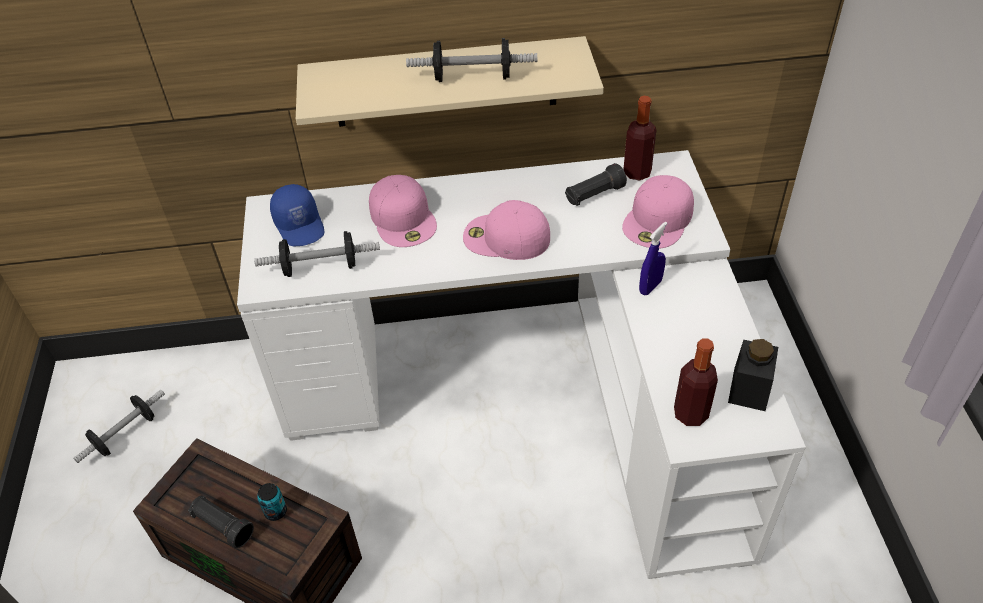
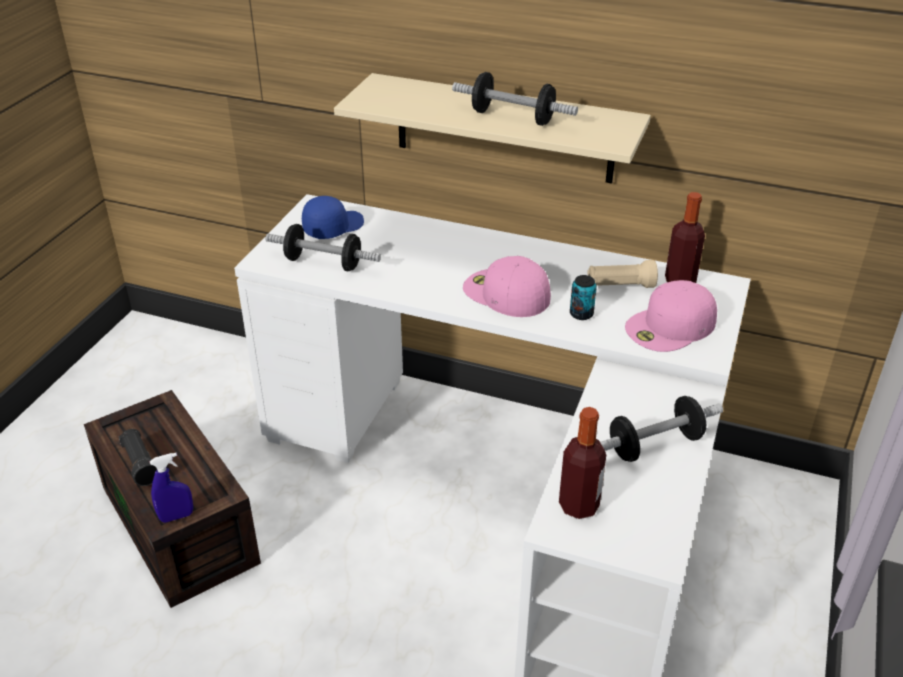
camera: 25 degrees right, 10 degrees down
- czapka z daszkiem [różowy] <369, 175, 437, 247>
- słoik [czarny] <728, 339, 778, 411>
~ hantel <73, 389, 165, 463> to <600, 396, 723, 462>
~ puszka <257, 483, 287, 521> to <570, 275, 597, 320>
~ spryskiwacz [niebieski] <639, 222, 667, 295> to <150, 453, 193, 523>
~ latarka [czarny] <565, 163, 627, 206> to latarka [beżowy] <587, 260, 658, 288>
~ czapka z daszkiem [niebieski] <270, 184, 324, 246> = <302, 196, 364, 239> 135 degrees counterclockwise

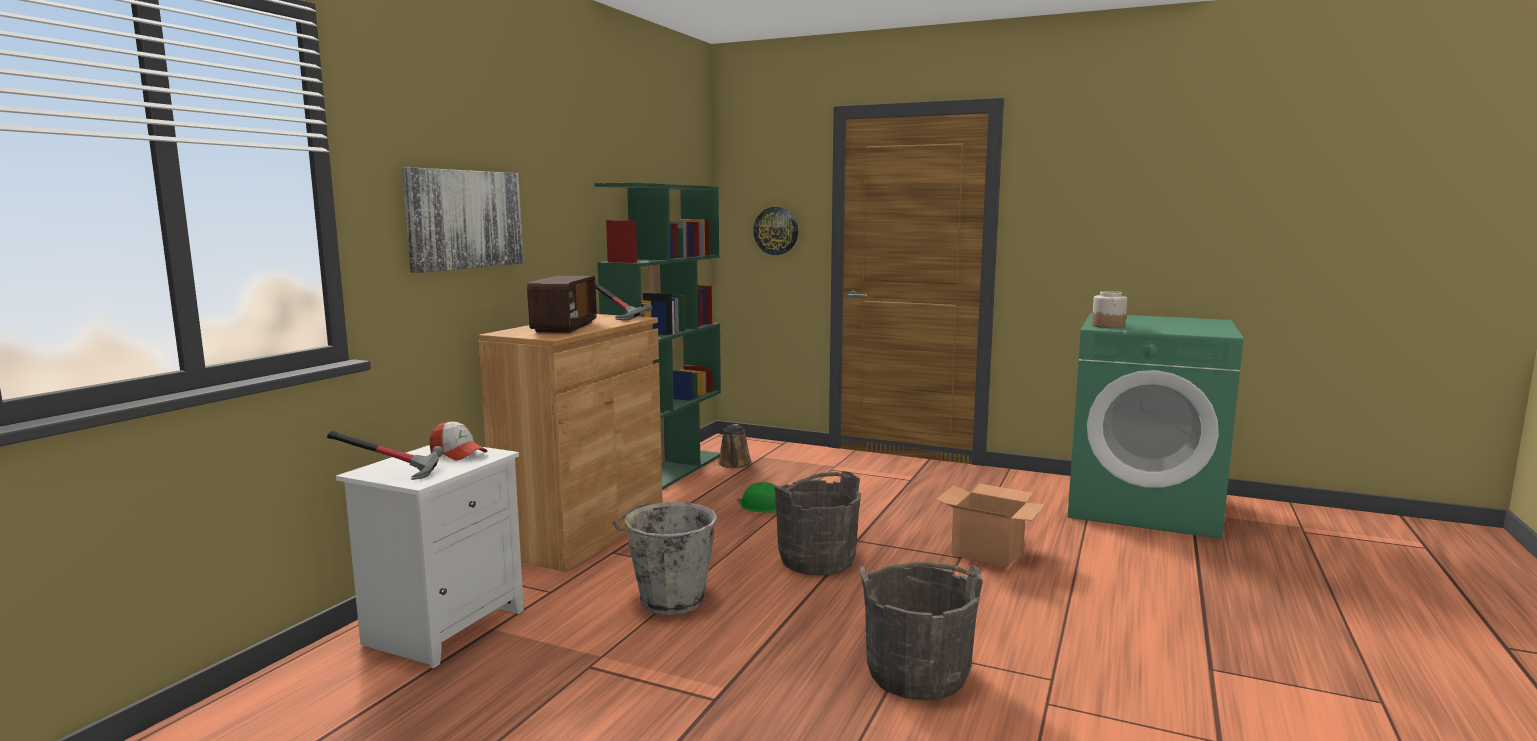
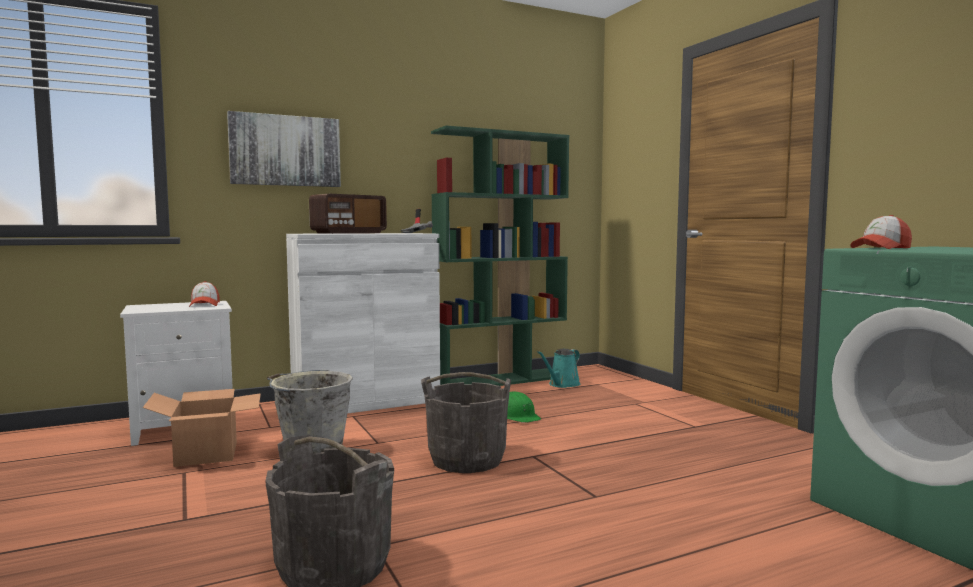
camera: 40 degrees right, 5 degrees down
- młotek <327, 430, 444, 480>
- zegar ścienny <753, 207, 798, 255>
~ karton <936, 484, 1046, 567> to <143, 389, 261, 467>
~ słoik <1092, 291, 1127, 328> to czapka z daszkiem <850, 215, 912, 249>
~ szafka [brązowy] <478, 314, 662, 572> to szafka [biały] <286, 233, 440, 413>
~ konewka [brązowy] <718, 424, 752, 468> to konewka [turkusowy] <537, 349, 580, 388>

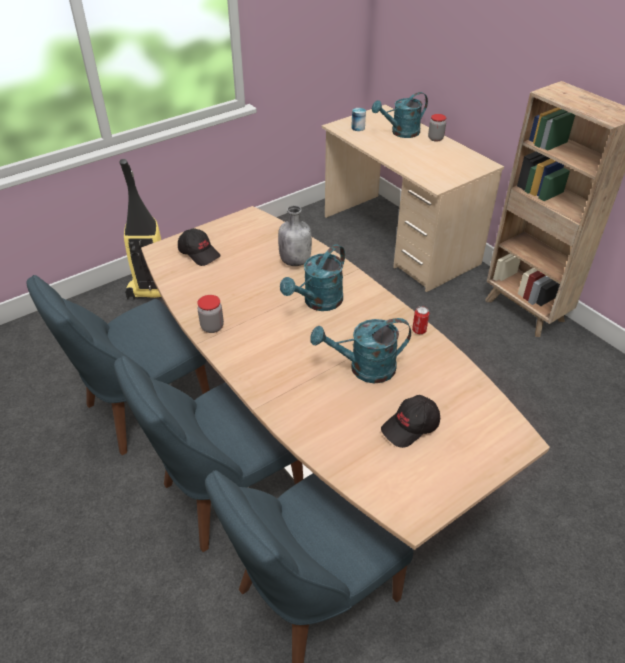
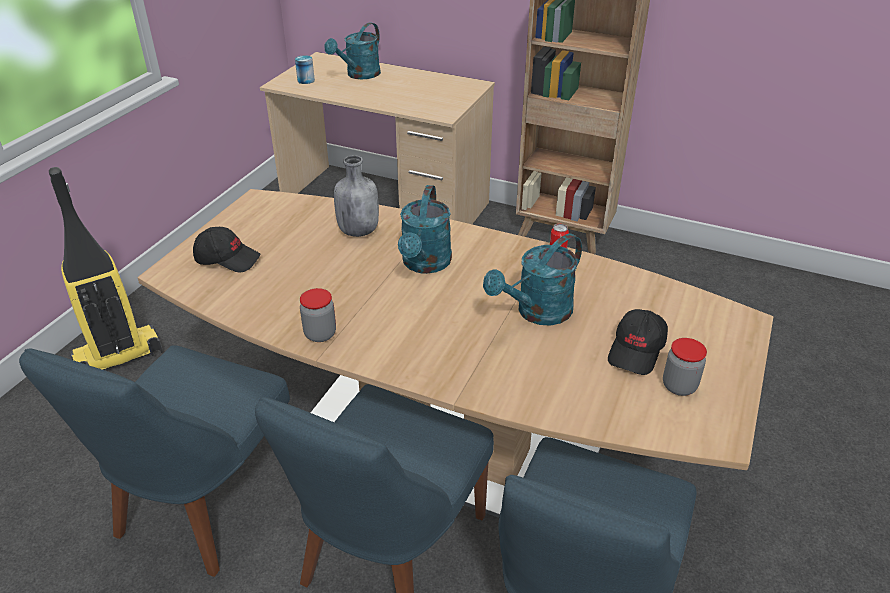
camera: 30 degrees left, 5 degrees down
~ słoik <428, 114, 446, 142> to <663, 338, 707, 396>

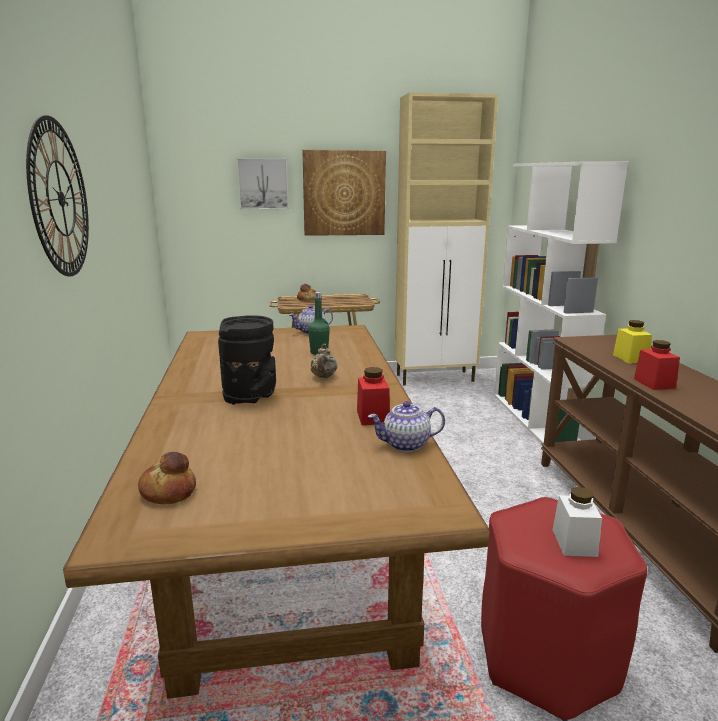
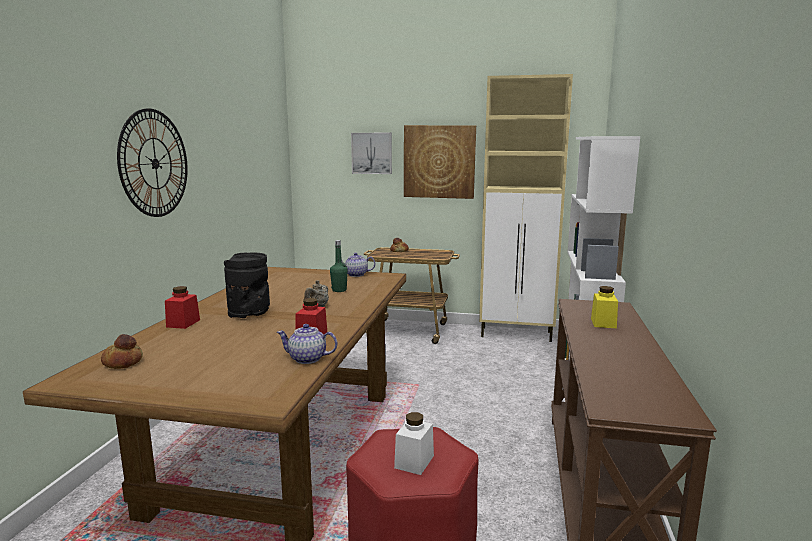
camera: 20 degrees right, 5 degrees down
~ słoik [czerwony] <634, 340, 680, 390> to <165, 286, 200, 329>

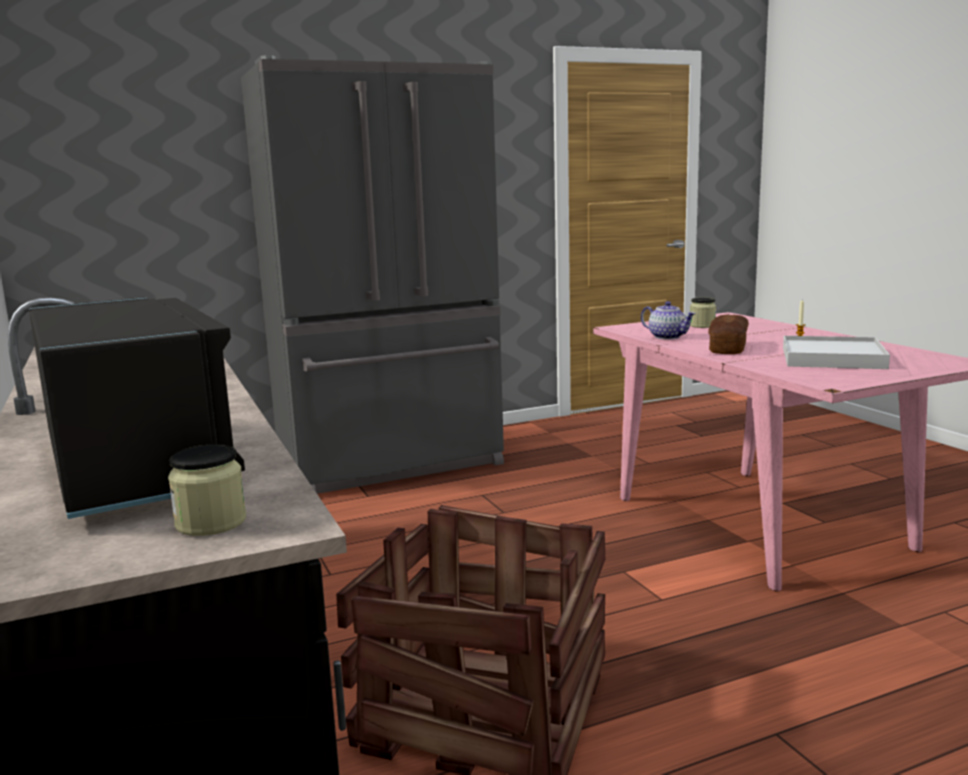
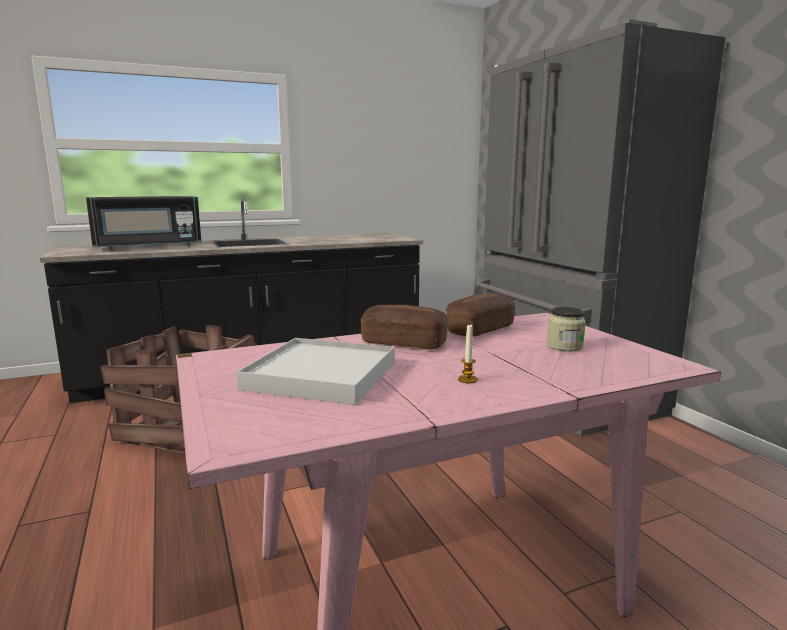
camera: 90 degrees right, 0 degrees up
- słoik <168, 444, 246, 536>
~ imbryk <641, 301, 696, 340> to chleb <446, 293, 515, 337>

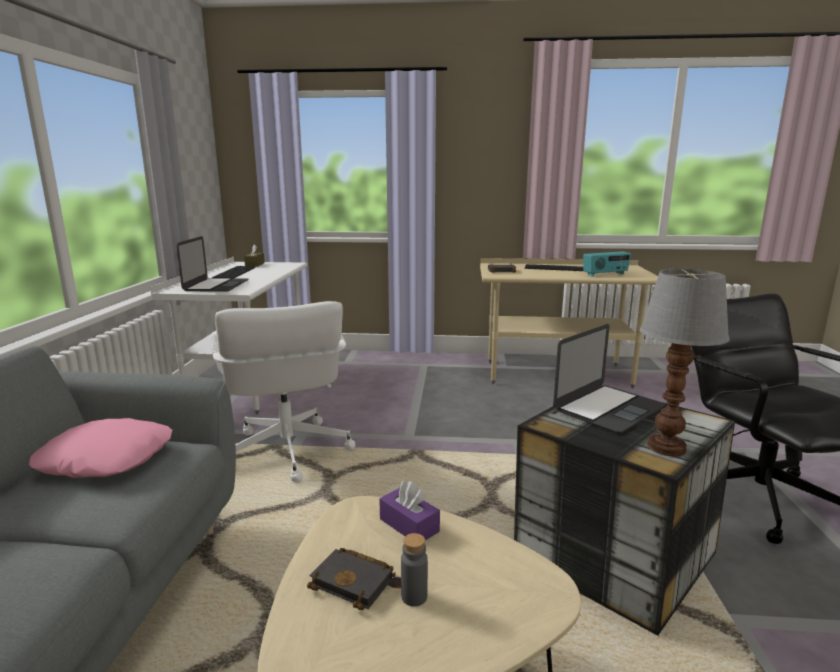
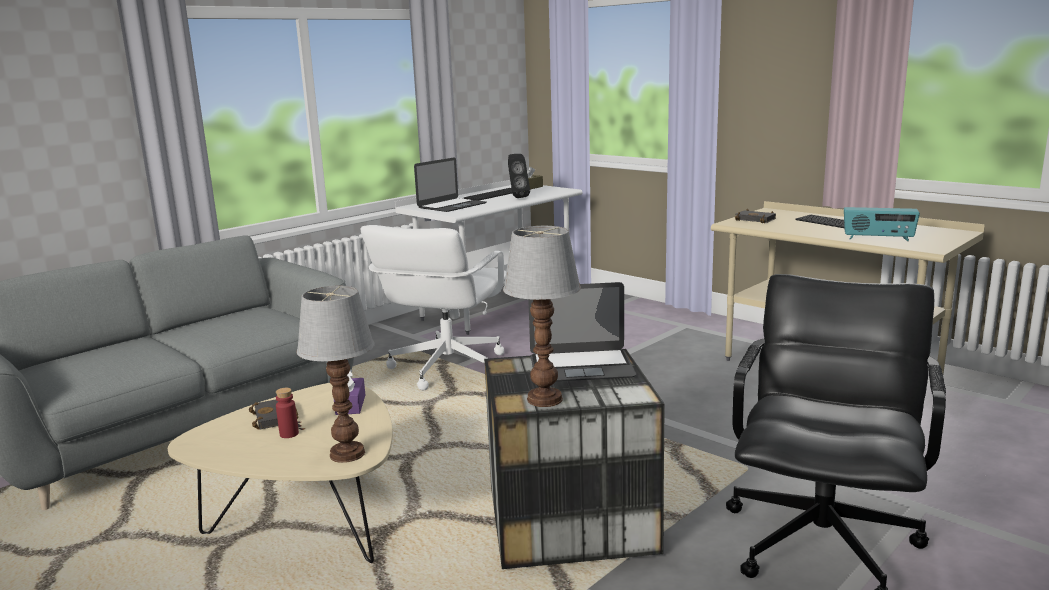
camera: 40 degrees right, 0 degrees up
- poduszka [różowy] <29, 418, 172, 478>
+ lampa stołowa <297, 286, 375, 463>
+ głośnik [czarny] <508, 154, 530, 198>
~ butelka [szary] <401, 533, 428, 607> to butelka [czerwony] <276, 388, 299, 438>

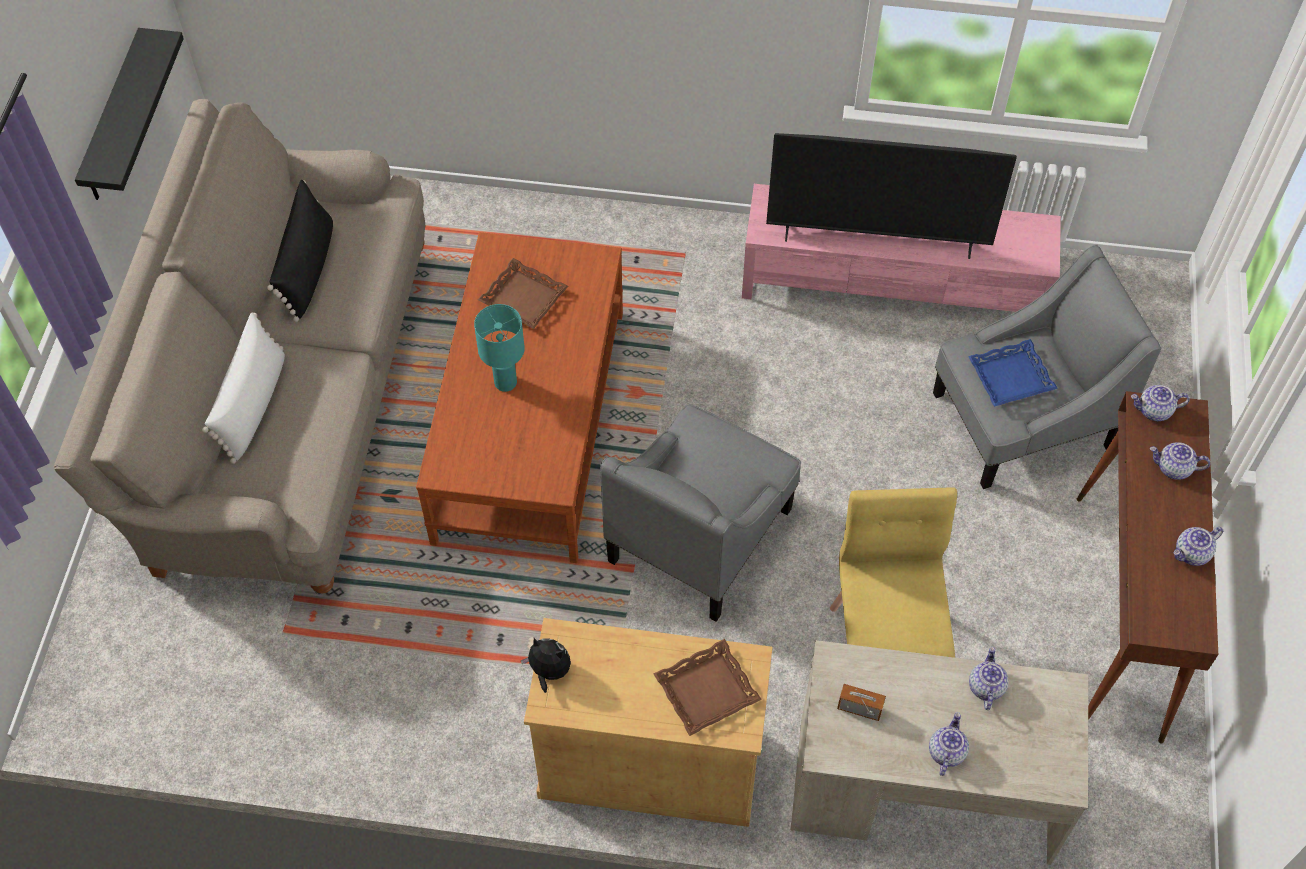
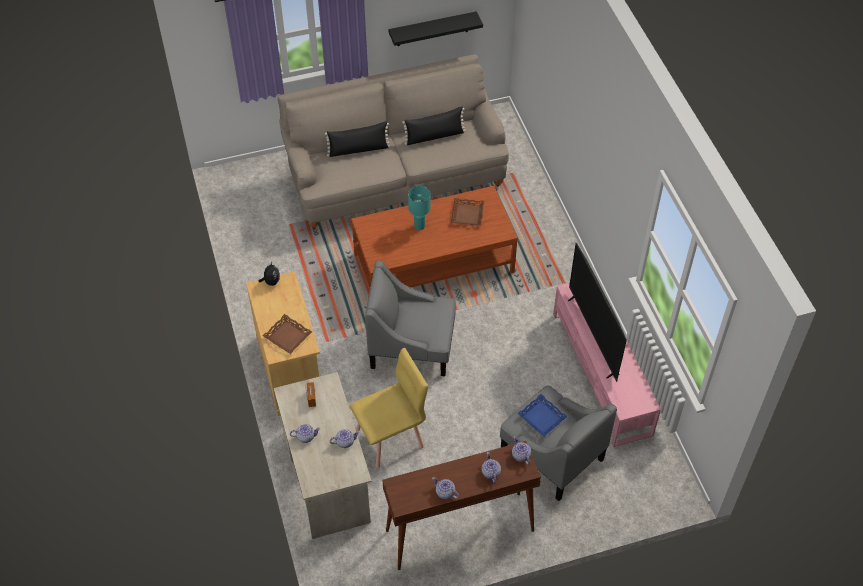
camera: 65 degrees right, 5 degrees down
~ poduszka [biały] <202, 312, 285, 464> to poduszka [czarny] <325, 121, 390, 157>

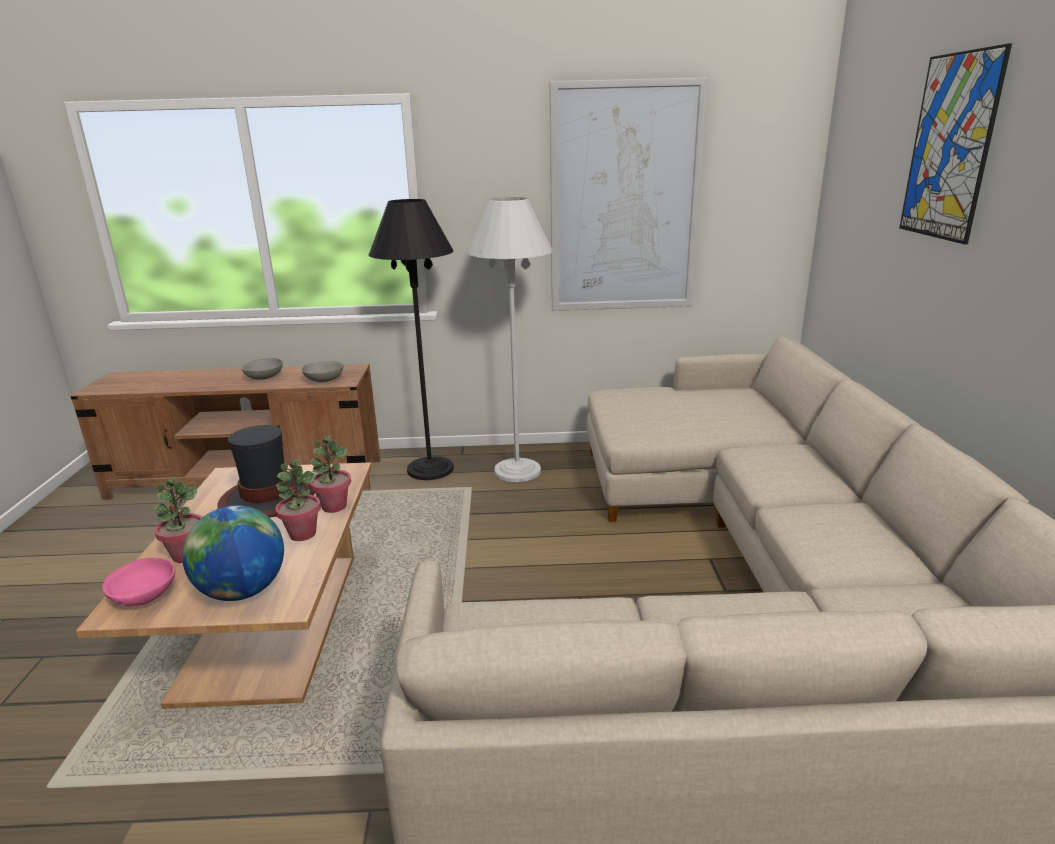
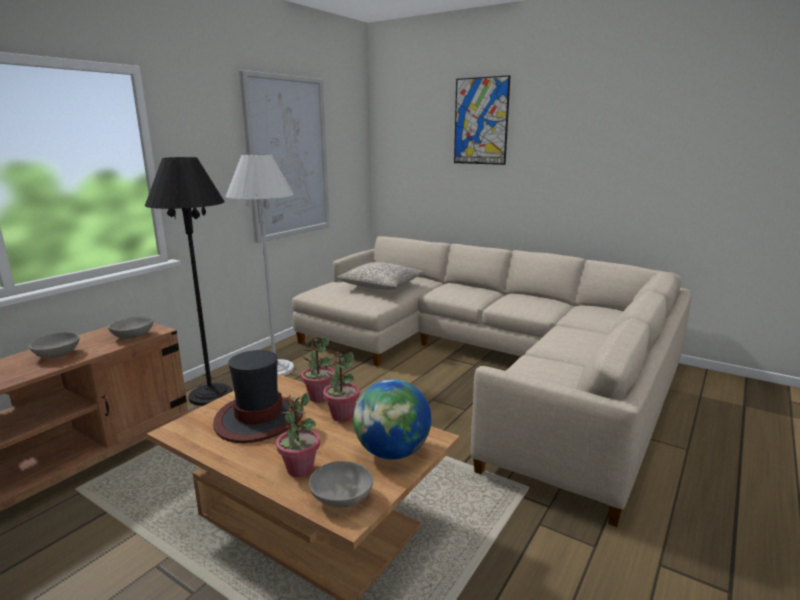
camera: 55 degrees left, 5 degrees down
+ poduszka [szary] <337, 262, 425, 290>
~ miska [różowy] <102, 558, 175, 606> to miska [szary] <309, 461, 373, 507>

